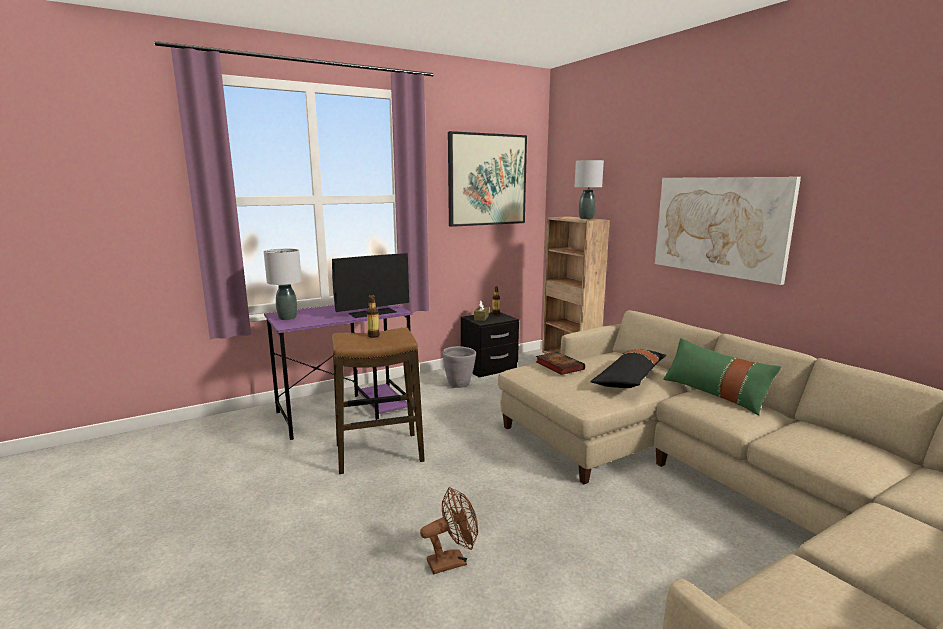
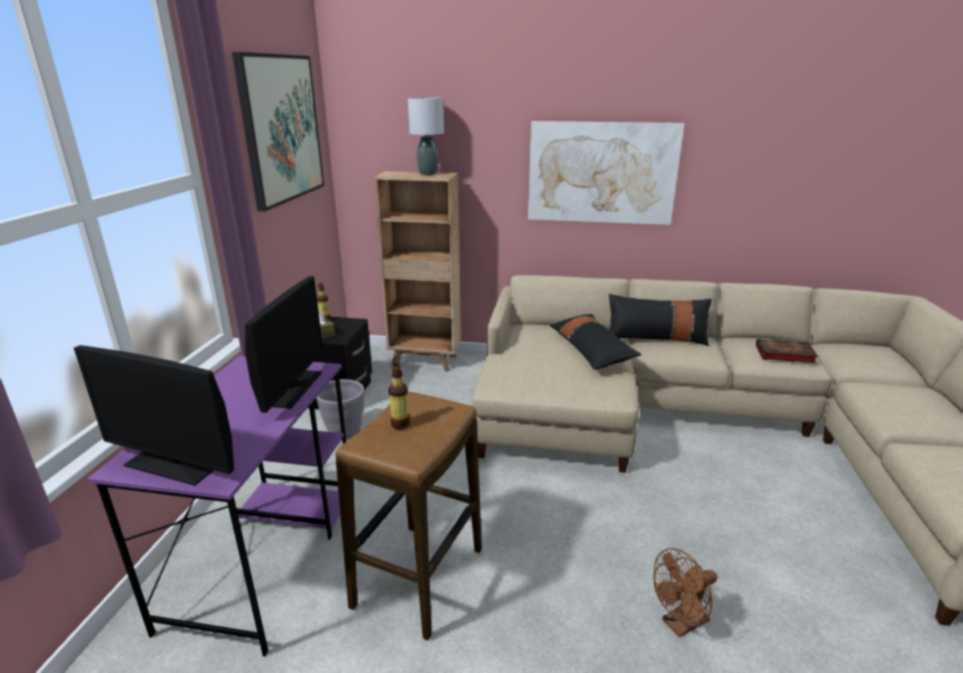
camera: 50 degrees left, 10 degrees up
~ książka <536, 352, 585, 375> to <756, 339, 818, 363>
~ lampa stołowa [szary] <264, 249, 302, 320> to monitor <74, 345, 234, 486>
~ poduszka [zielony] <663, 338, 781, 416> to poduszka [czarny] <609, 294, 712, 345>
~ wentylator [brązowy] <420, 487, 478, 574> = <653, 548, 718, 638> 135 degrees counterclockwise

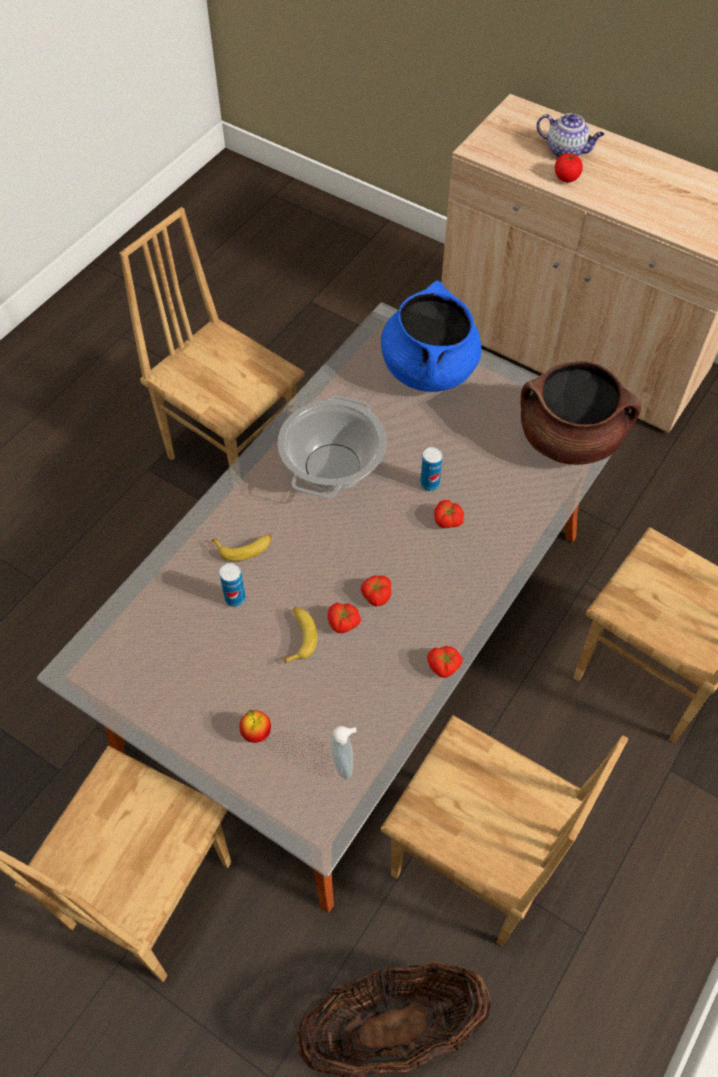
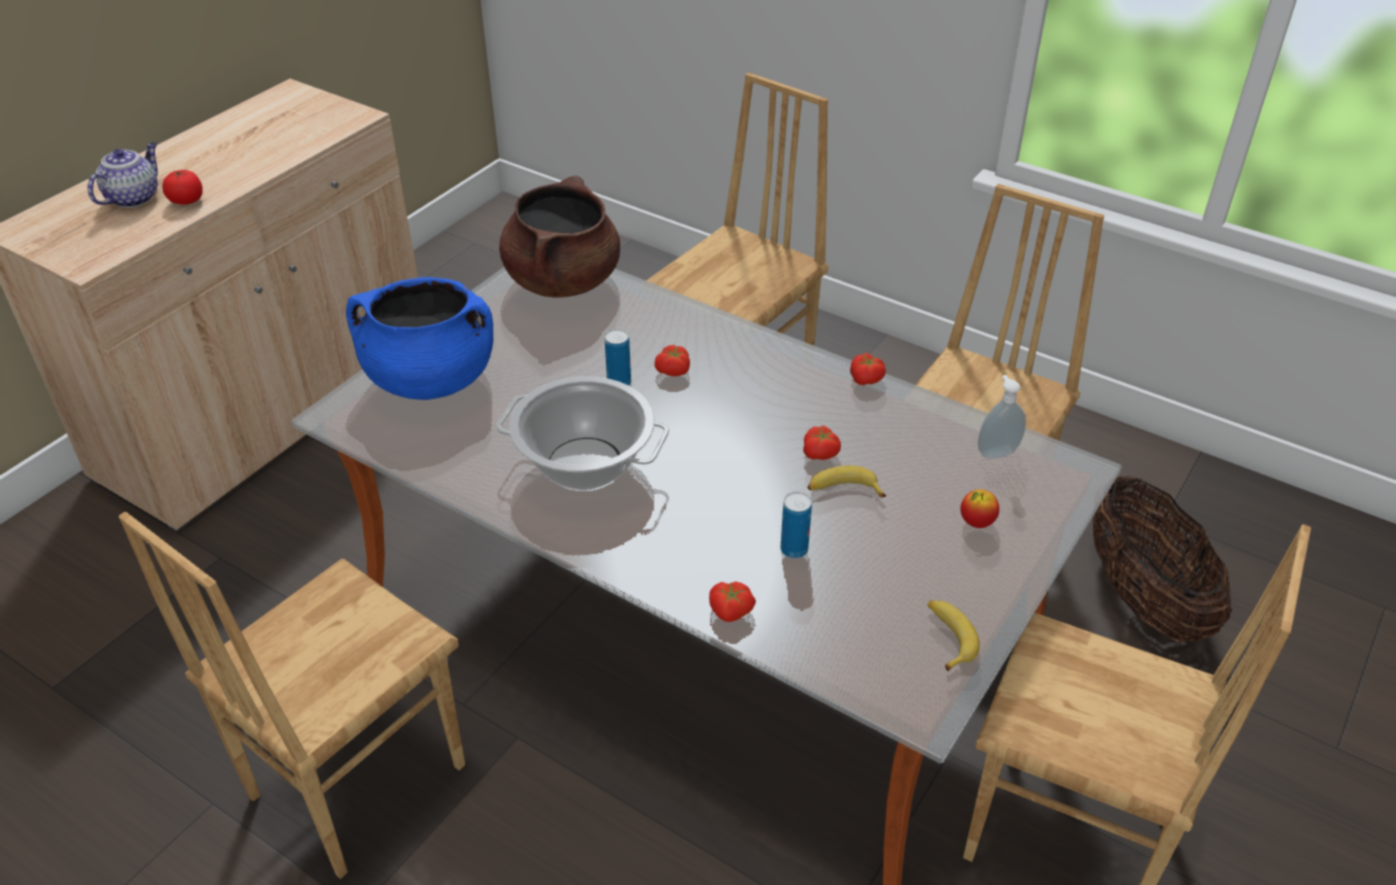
camera: 90 degrees left, 15 degrees down
~ banan <212, 534, 272, 561> to <928, 600, 980, 671>
~ pomidor <361, 576, 391, 607> to <709, 581, 756, 622>

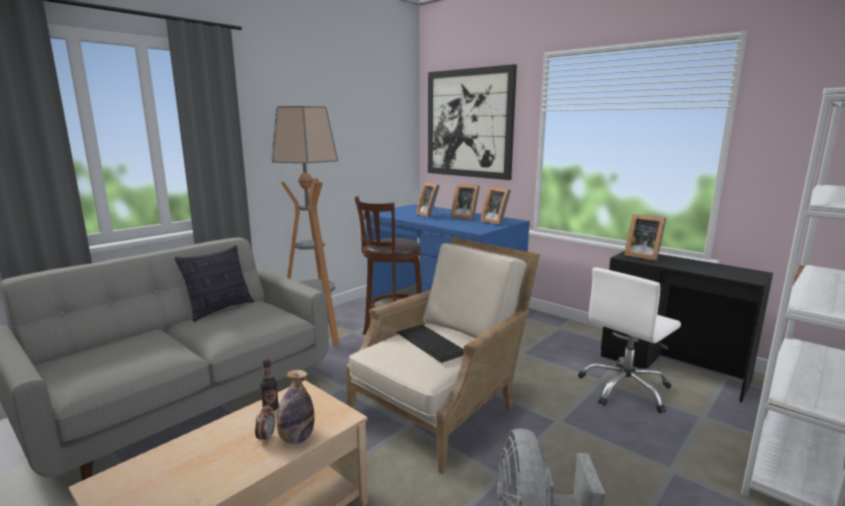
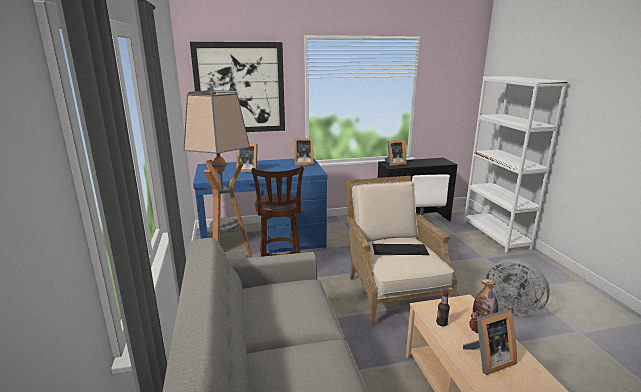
camera: 55 degrees left, 5 degrees up
- poduszka <175, 245, 254, 322>
~ ramka na zdjęcie <451, 184, 480, 220> to <463, 310, 517, 375>

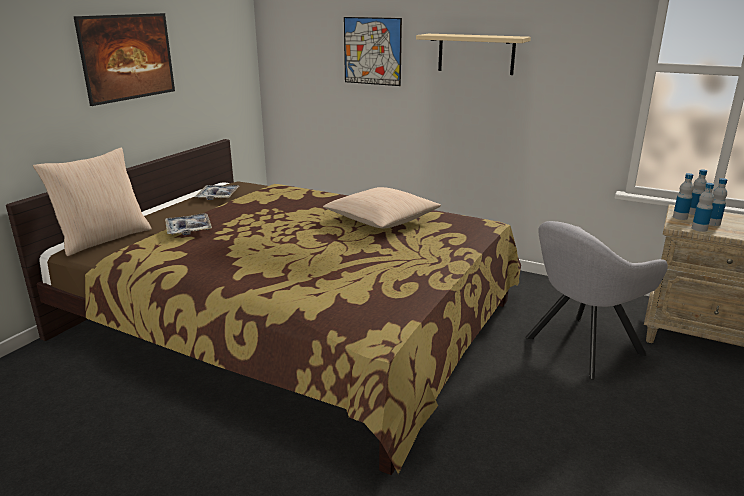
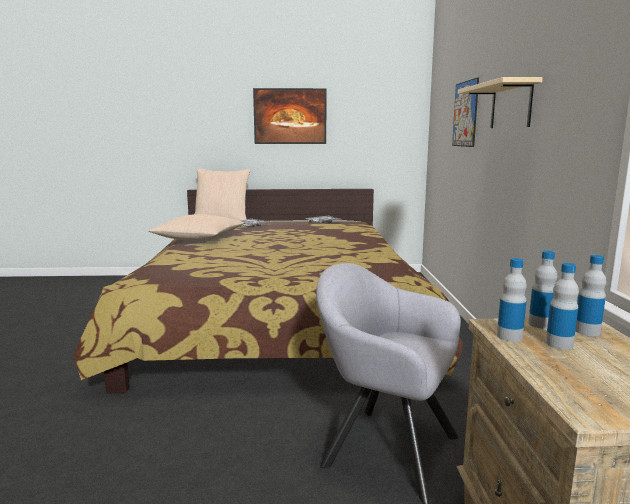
camera: 60 degrees right, 10 degrees down
~ poduszka [beżowy] <323, 187, 441, 228> to <149, 214, 244, 241>

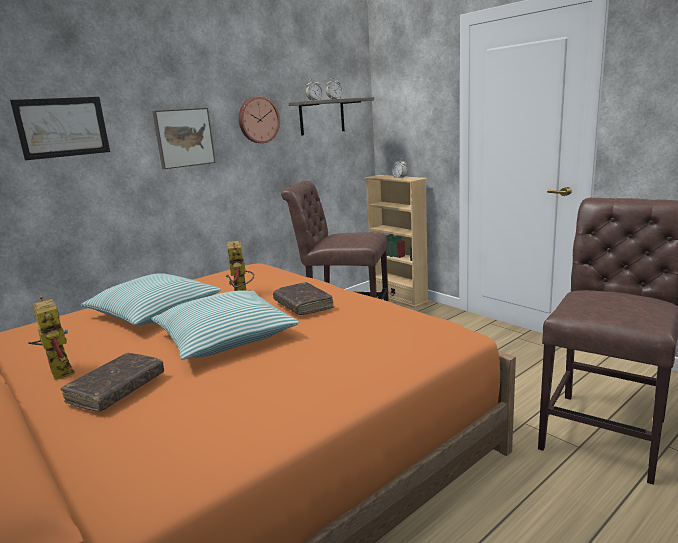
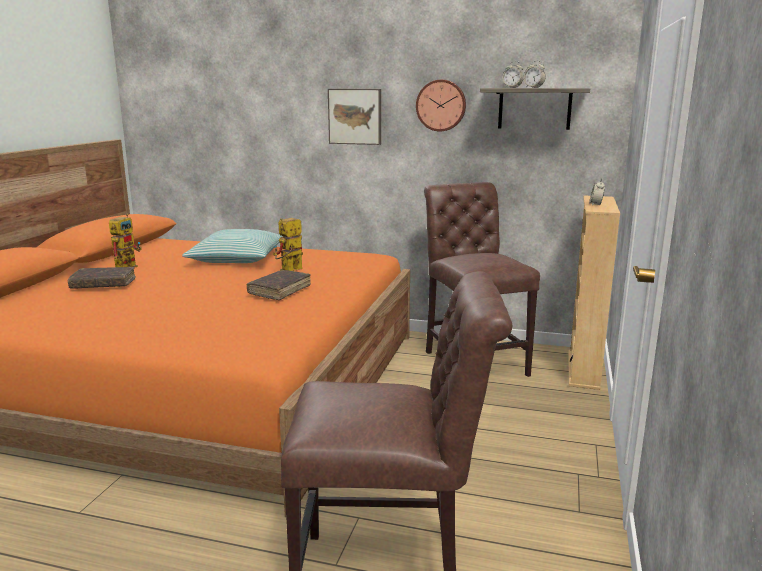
camera: 55 degrees right, 0 degrees up
- obraz <10, 97, 110, 160>
- poduszka <151, 290, 299, 360>

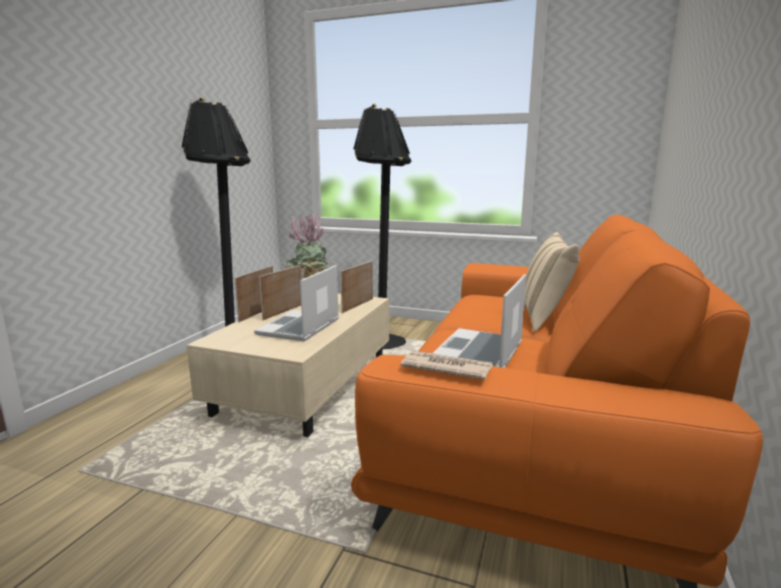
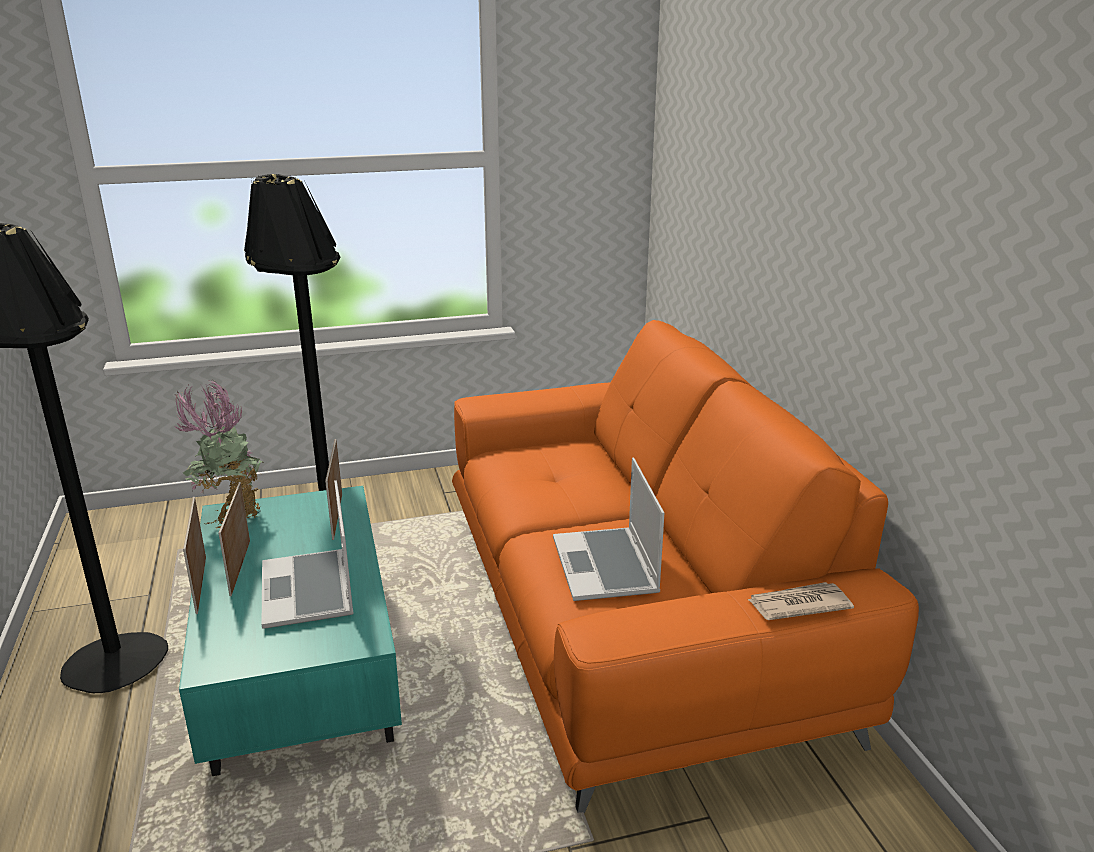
camera: 35 degrees left, 10 degrees up
- poduszka [beżowy] <524, 232, 580, 332>
~ gazeta <400, 350, 493, 380> to <748, 582, 854, 620>
~ ława [beżowy] <187, 294, 389, 437> to ława [turkusowy] <179, 486, 402, 776>

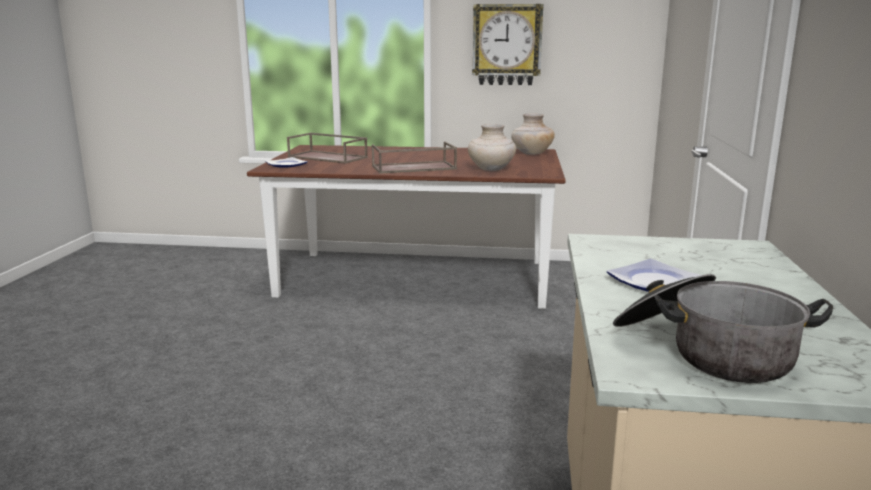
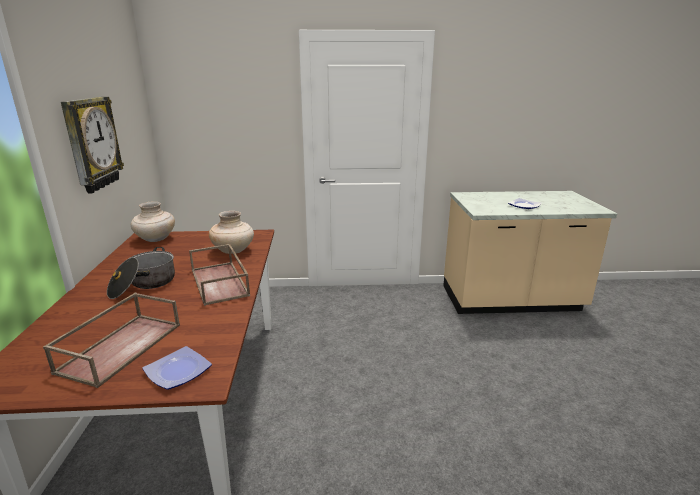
camera: 100 degrees left, 5 degrees up
~ garnek <613, 274, 833, 383> to <107, 247, 175, 299>

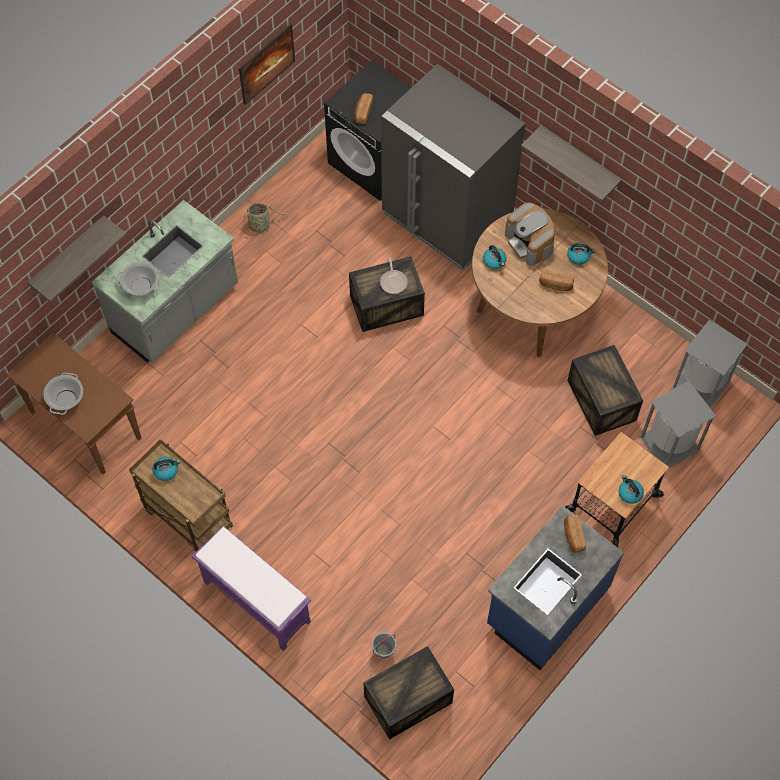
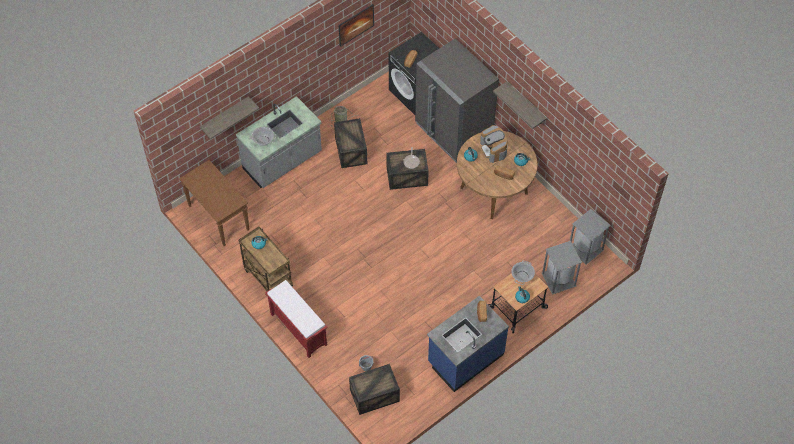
camera: 10 degrees right, 5 degrees down
~ garnek <43, 372, 83, 415> to <511, 261, 535, 285>
~ skrzynka <567, 345, 643, 436> to <334, 118, 367, 168>
~ ławka [fioletowy] <192, 526, 311, 651> to ławka [czerwony] <265, 280, 328, 358>

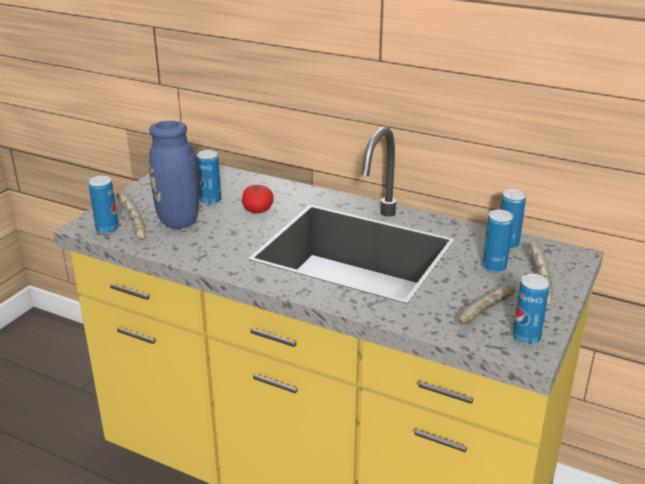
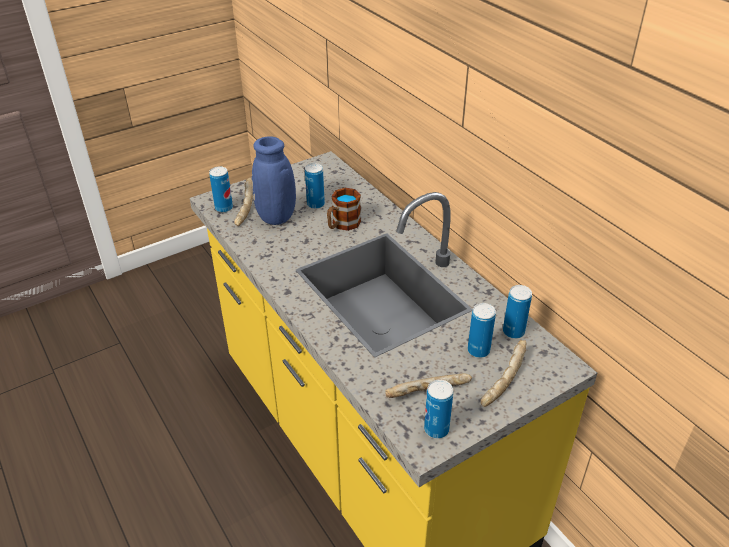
camera: 30 degrees right, 10 degrees up
~ pomidor <242, 185, 274, 213> to kubek <327, 188, 361, 231>

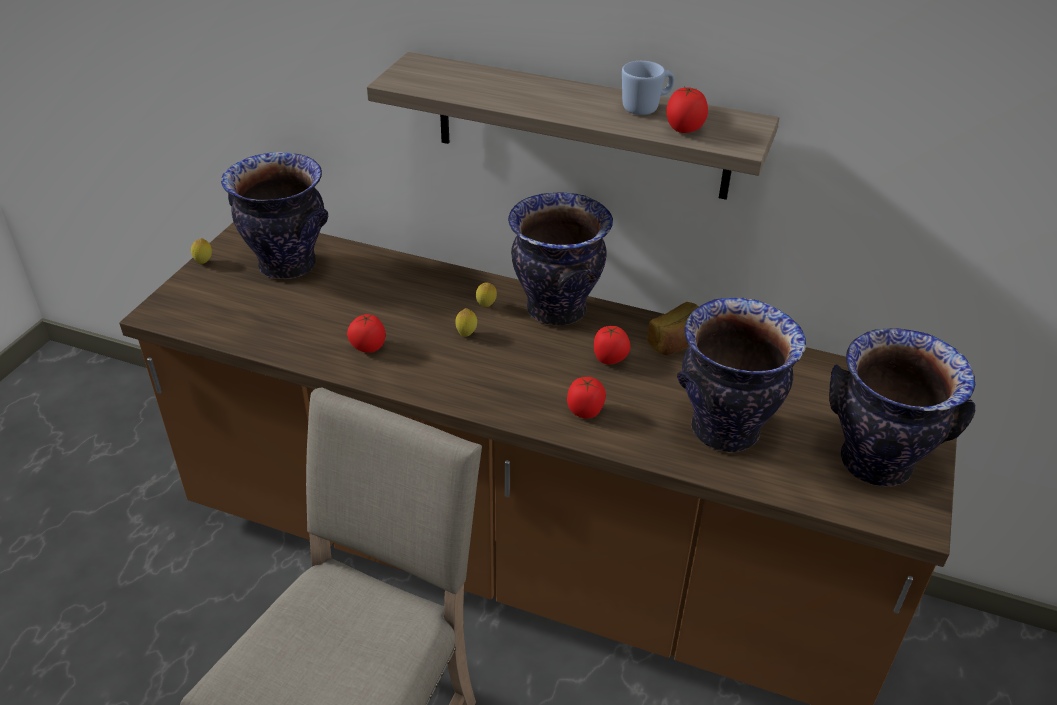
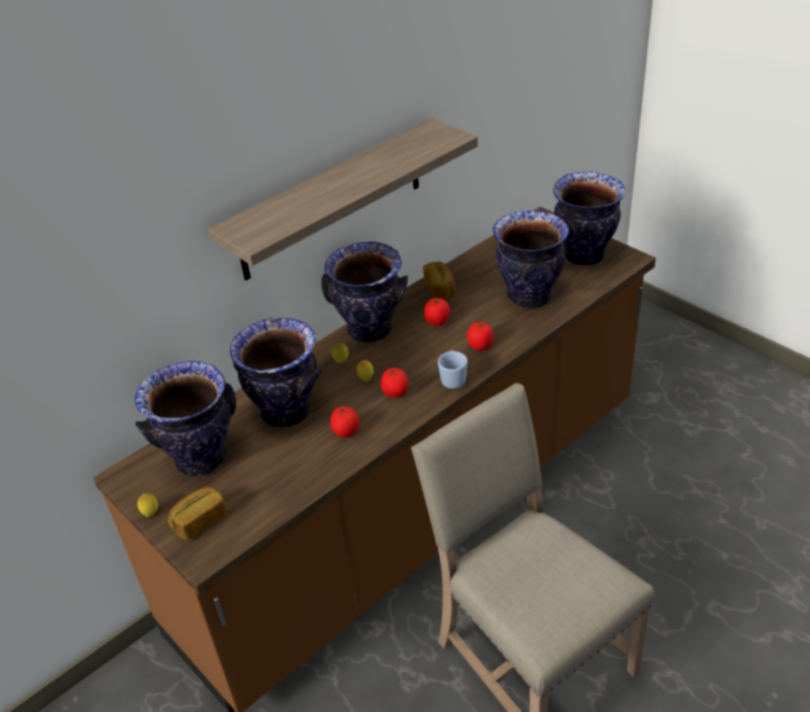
camera: 60 degrees left, 0 degrees up
+ chleb <167, 486, 227, 540>
+ wazon <230, 318, 322, 428>
~ kubek [niebieski] <622, 61, 674, 115> to <438, 351, 468, 389>
~ pomidor <667, 86, 708, 133> to <381, 368, 408, 398>

